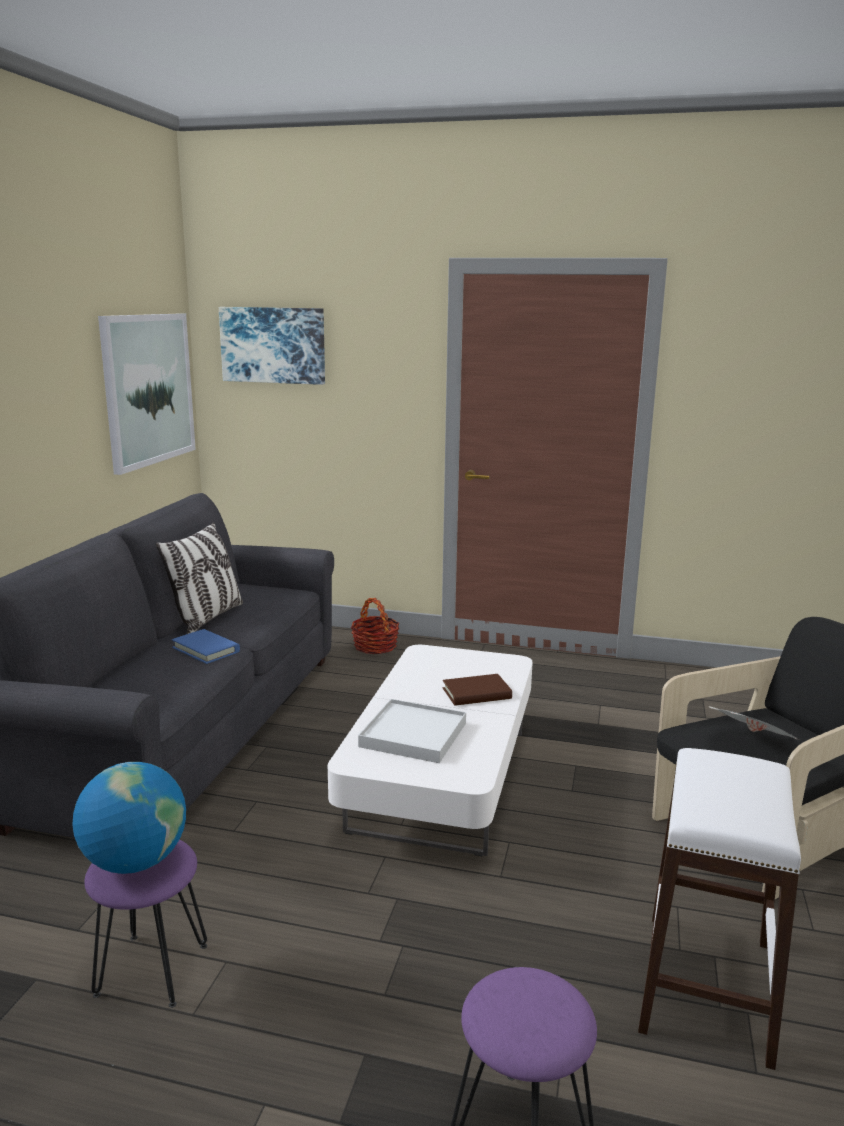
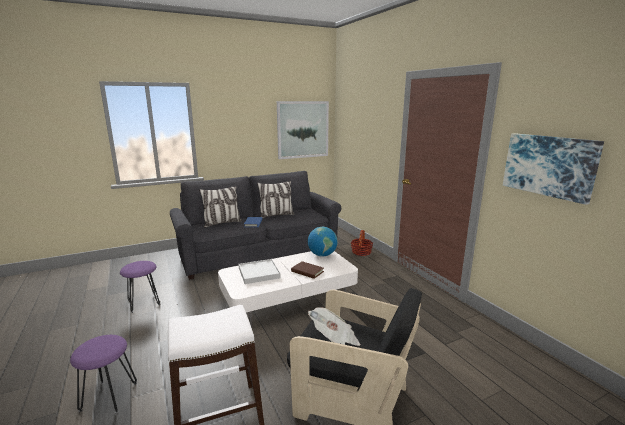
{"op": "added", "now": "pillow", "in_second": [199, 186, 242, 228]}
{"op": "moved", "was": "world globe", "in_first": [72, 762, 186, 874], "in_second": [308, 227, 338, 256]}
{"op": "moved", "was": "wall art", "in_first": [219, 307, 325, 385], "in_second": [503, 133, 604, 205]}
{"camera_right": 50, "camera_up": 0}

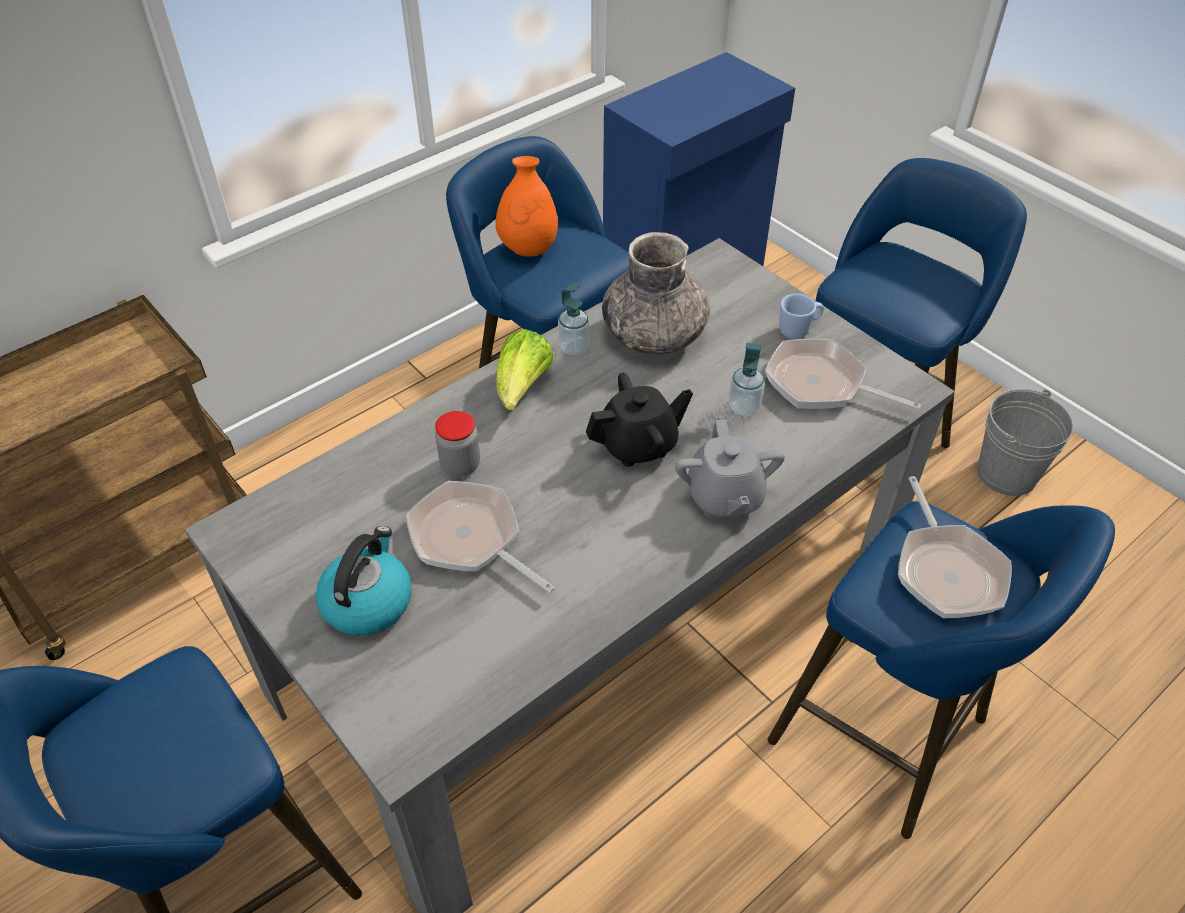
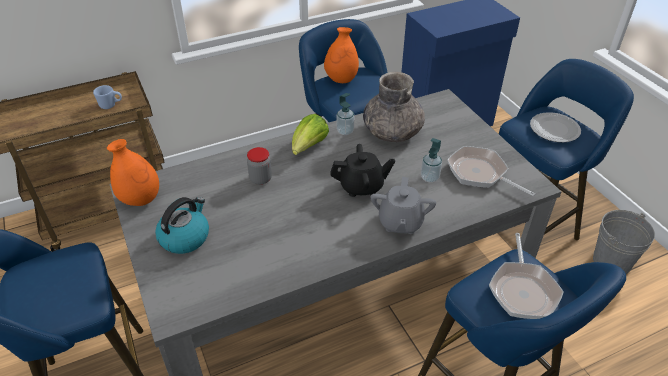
{"op": "removed", "was": "pan", "in_first": [406, 481, 555, 593]}
{"op": "added", "now": "decorative vase (orange-coloured)", "in_second": [107, 139, 159, 206]}
{"op": "added", "now": "plate", "in_second": [530, 112, 581, 142]}
{"op": "moved", "was": "coffee mug (bluish)", "in_first": [779, 294, 824, 339], "in_second": [93, 85, 122, 109]}
{"camera_right": 15, "camera_up": -5}

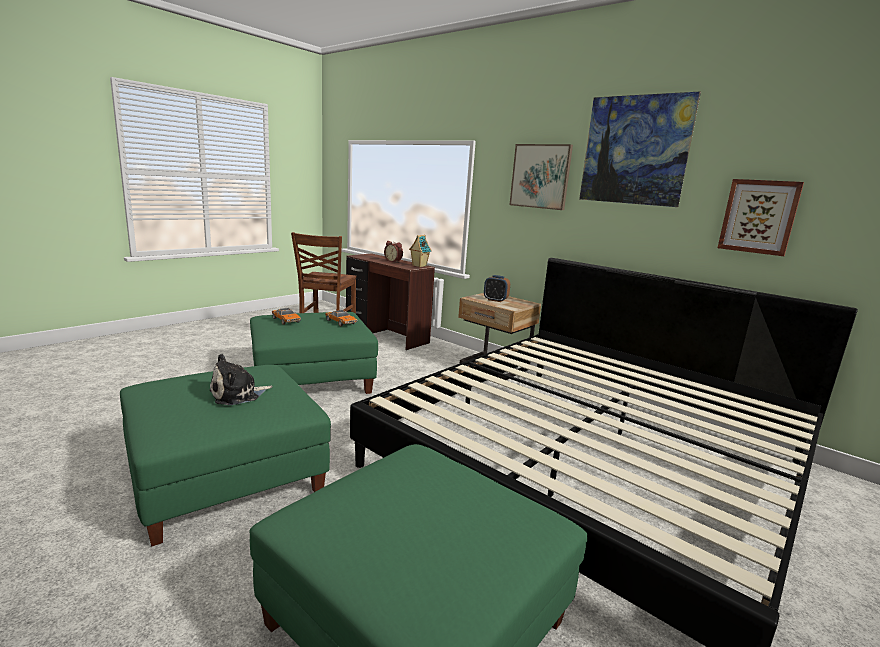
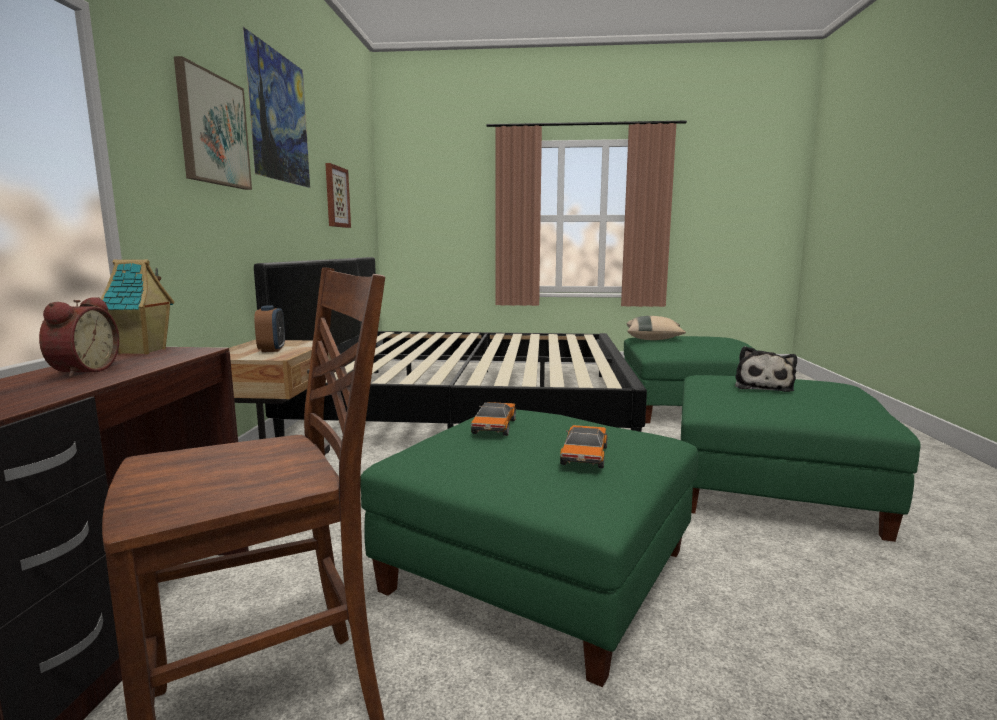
{"op": "added", "now": "pillow (beige-coloured)", "in_second": [626, 316, 686, 340]}
{"op": "turned", "was": "cuddly toy", "in_first": [209, 354, 273, 406], "in_second": [735, 346, 797, 392], "clockwise": 90}
{"camera_right": -125, "camera_up": -5}

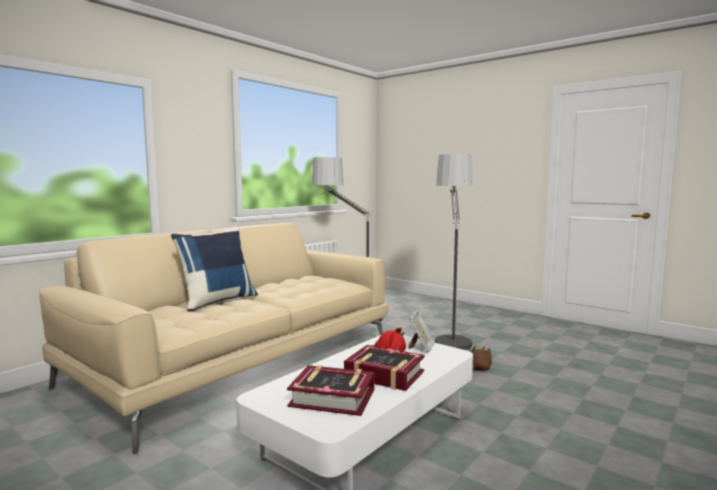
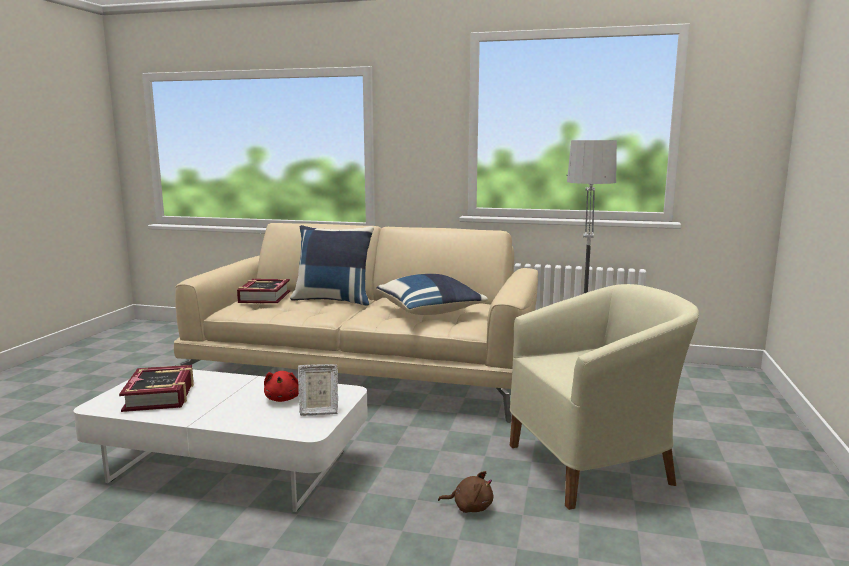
{"op": "added", "now": "pillow (bluish)", "in_second": [376, 274, 488, 315]}
{"op": "moved", "was": "bound book", "in_first": [344, 345, 425, 391], "in_second": [237, 279, 290, 303]}
{"op": "replaced", "was": "floor lamp", "now": "armchair (beige-coloured)", "in_first": [434, 154, 472, 350], "in_second": [510, 284, 699, 510]}
{"camera_right": 65, "camera_up": 5}

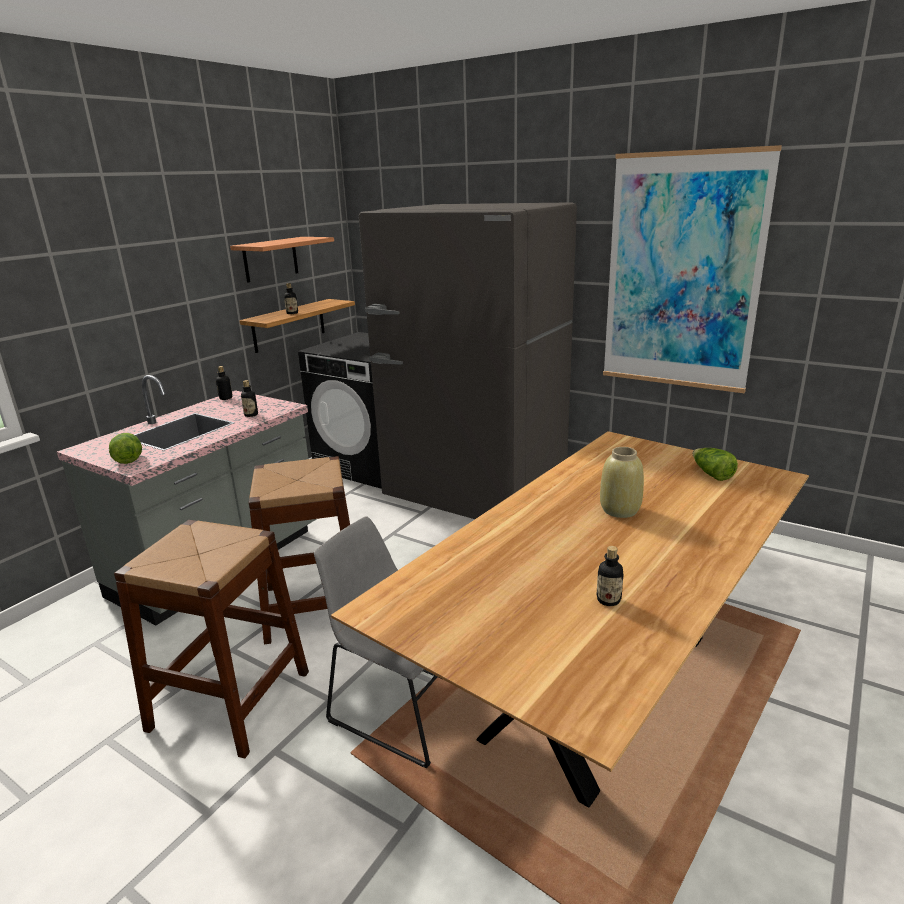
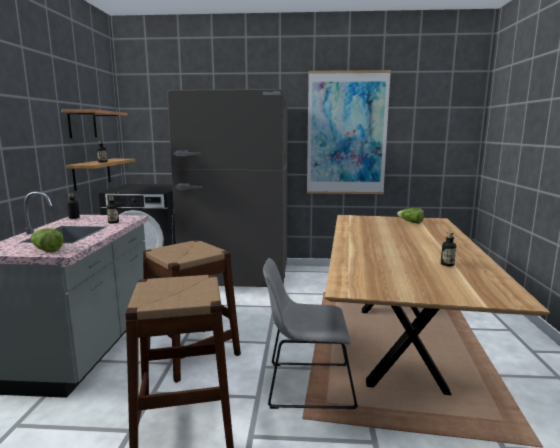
{"op": "removed", "was": "decorative vase (beige-coloured)", "in_first": [600, 447, 644, 518]}
{"camera_right": -30, "camera_up": -10}

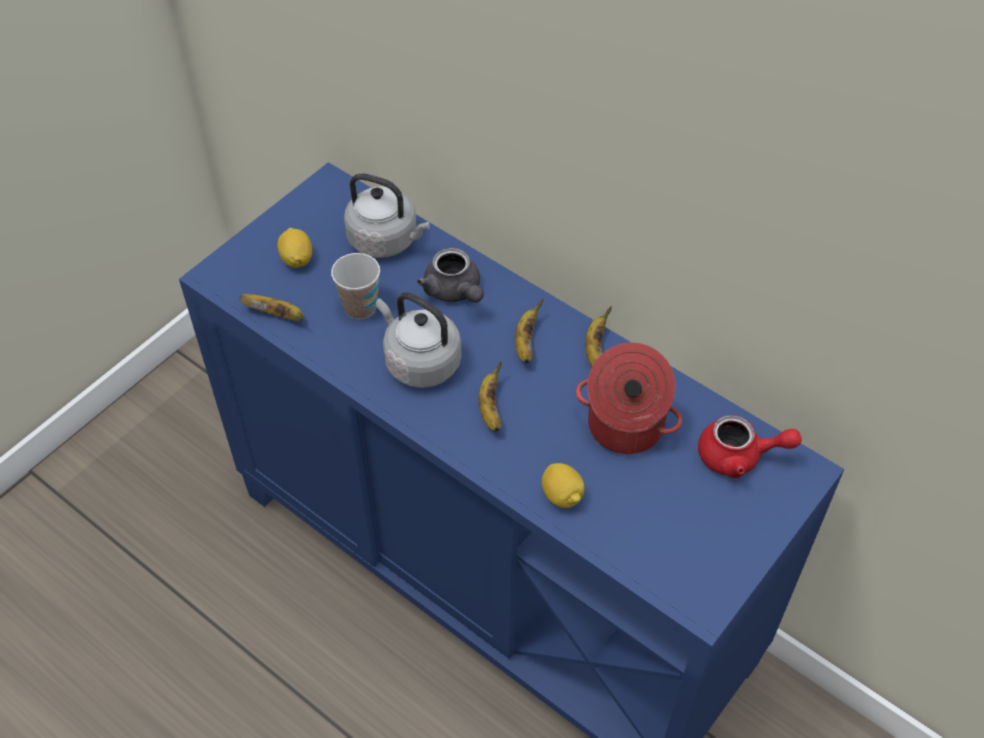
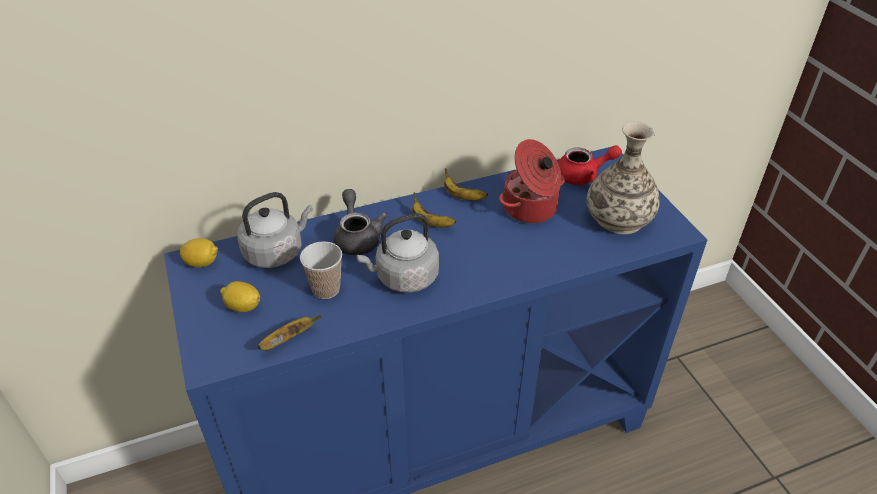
{"op": "removed", "was": "banana fruit", "in_first": [479, 361, 502, 431]}
{"op": "added", "now": "decorative vase", "in_second": [586, 121, 660, 234]}
{"op": "moved", "was": "lemon", "in_first": [542, 463, 585, 508], "in_second": [180, 238, 218, 267]}
{"op": "turned", "was": "teapot (greyish)", "in_first": [417, 248, 484, 303], "in_second": [334, 189, 388, 255], "clockwise": -105}
{"op": "turned", "was": "teapot (red)", "in_first": [698, 415, 802, 478], "in_second": [558, 145, 622, 185], "clockwise": 45}
{"camera_right": -60, "camera_up": -10}

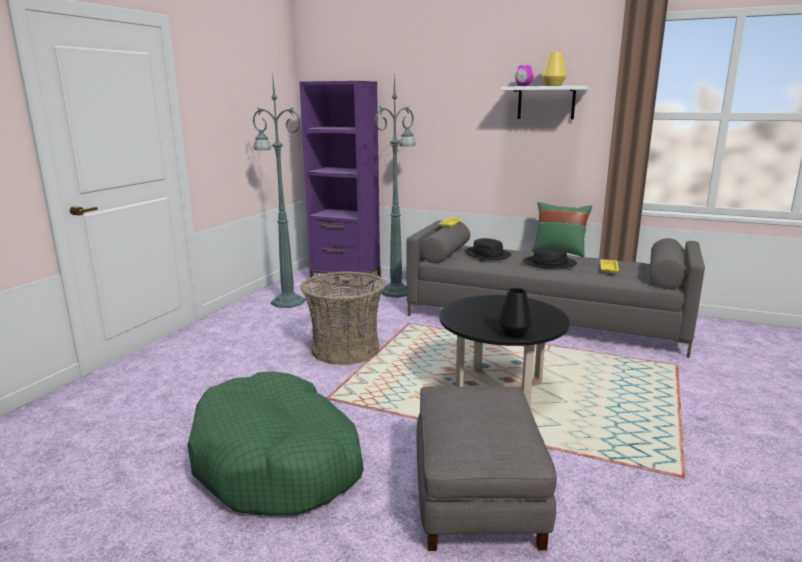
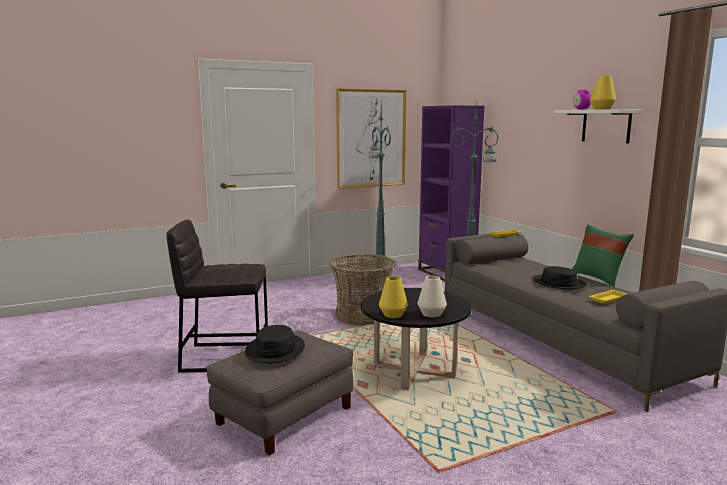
{"op": "added", "now": "wall art", "in_second": [336, 88, 407, 189]}
{"op": "added", "now": "decorative vase (white)", "in_second": [417, 276, 447, 318]}
{"op": "moved", "was": "clothing hat (black)", "in_first": [465, 238, 511, 260], "in_second": [245, 325, 305, 363]}
{"op": "replaced", "was": "pet bed (green)", "now": "stool (greyish)", "in_first": [188, 371, 364, 515], "in_second": [166, 220, 268, 373]}
{"op": "recoloured", "was": "decorative vase (black)", "now": "decorative vase (yellow)", "in_first": [498, 288, 533, 338], "in_second": [379, 276, 408, 318]}
{"camera_right": 40, "camera_up": -5}

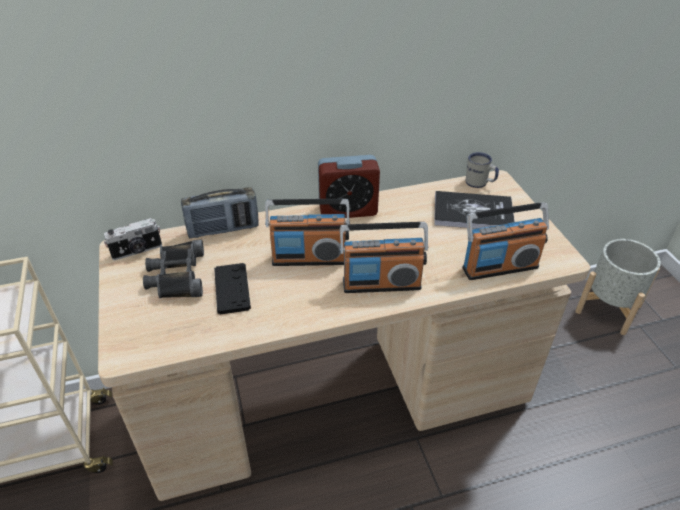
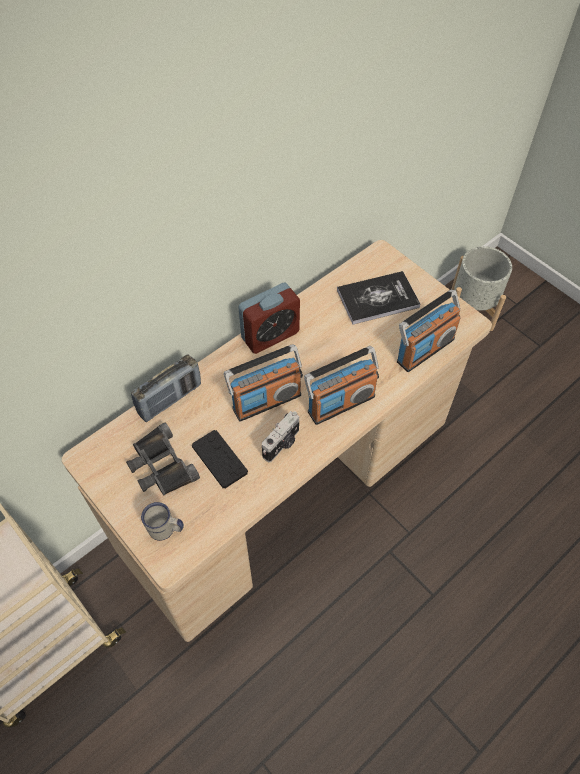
{"op": "moved", "was": "photo camera", "in_first": [104, 218, 162, 260], "in_second": [262, 411, 299, 462]}
{"op": "moved", "was": "coffee mug (white)", "in_first": [466, 152, 499, 188], "in_second": [141, 502, 184, 541]}
{"camera_right": -25, "camera_up": 15}

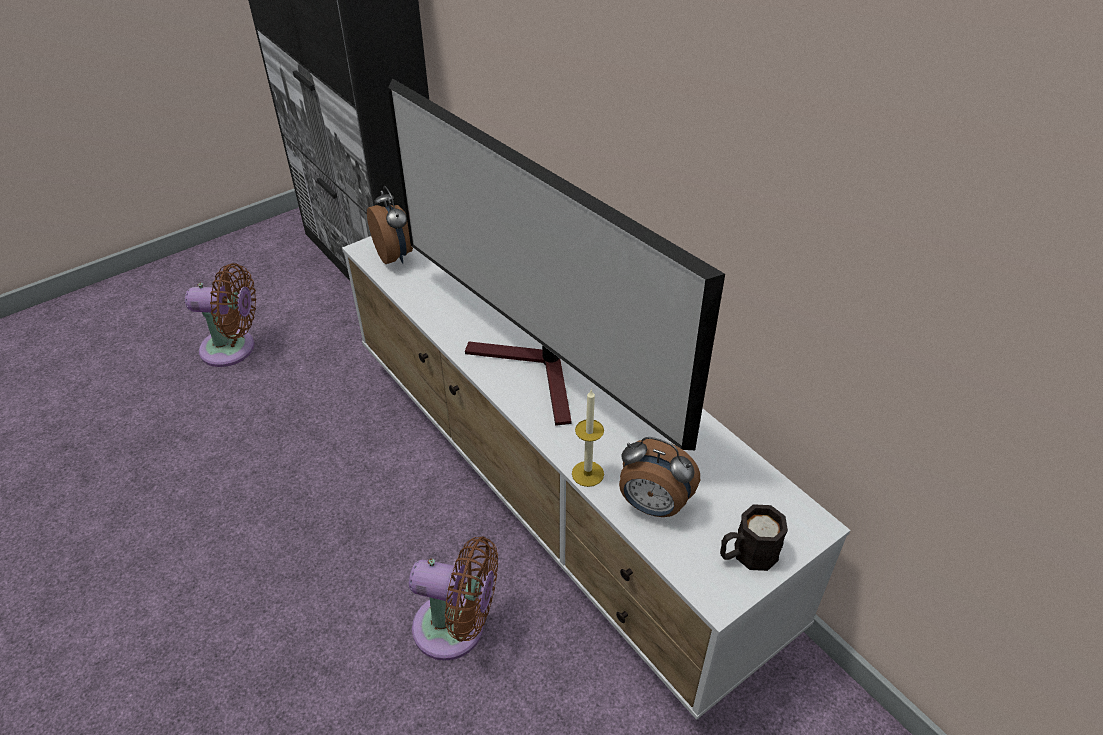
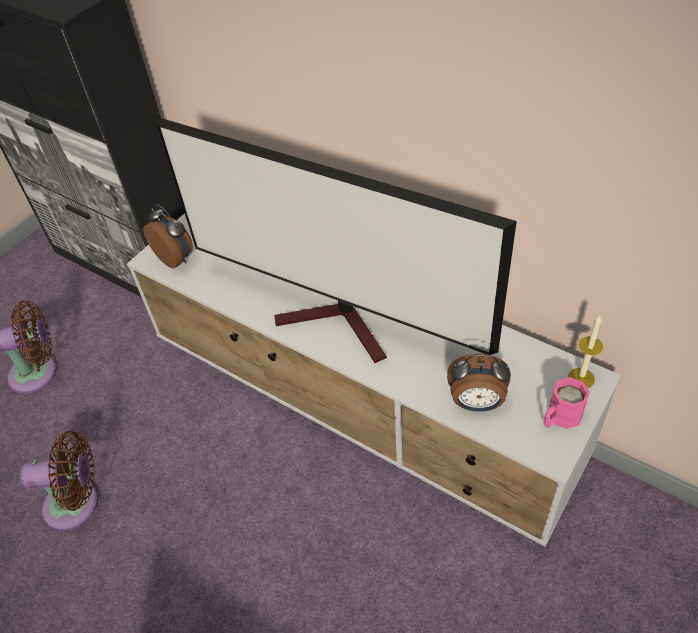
{"op": "moved", "was": "cooling fan (brown)", "in_first": [409, 536, 498, 660], "in_second": [20, 431, 98, 530]}
{"op": "moved", "was": "candle", "in_first": [572, 390, 604, 487], "in_second": [568, 315, 603, 389]}
{"op": "recoloured", "was": "coffee mug (black)", "now": "coffee mug (pink)", "in_first": [720, 504, 788, 571], "in_second": [544, 377, 590, 429]}
{"camera_right": -15, "camera_up": 5}

